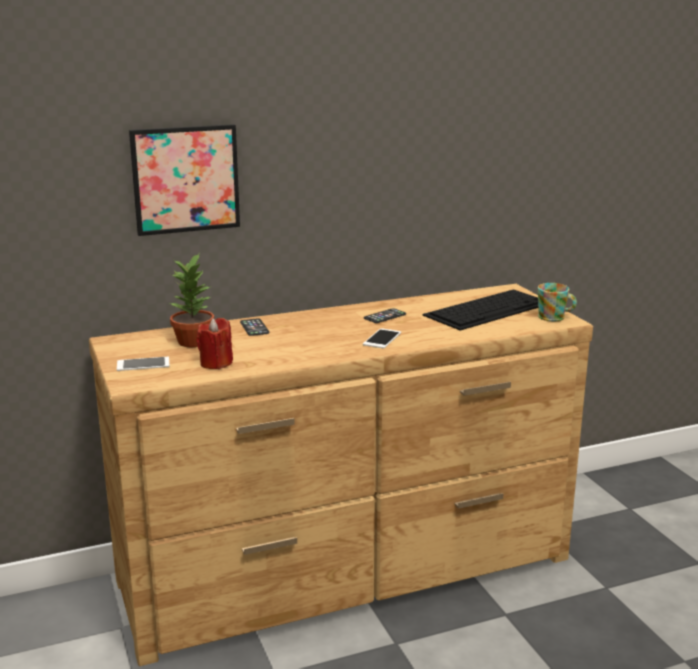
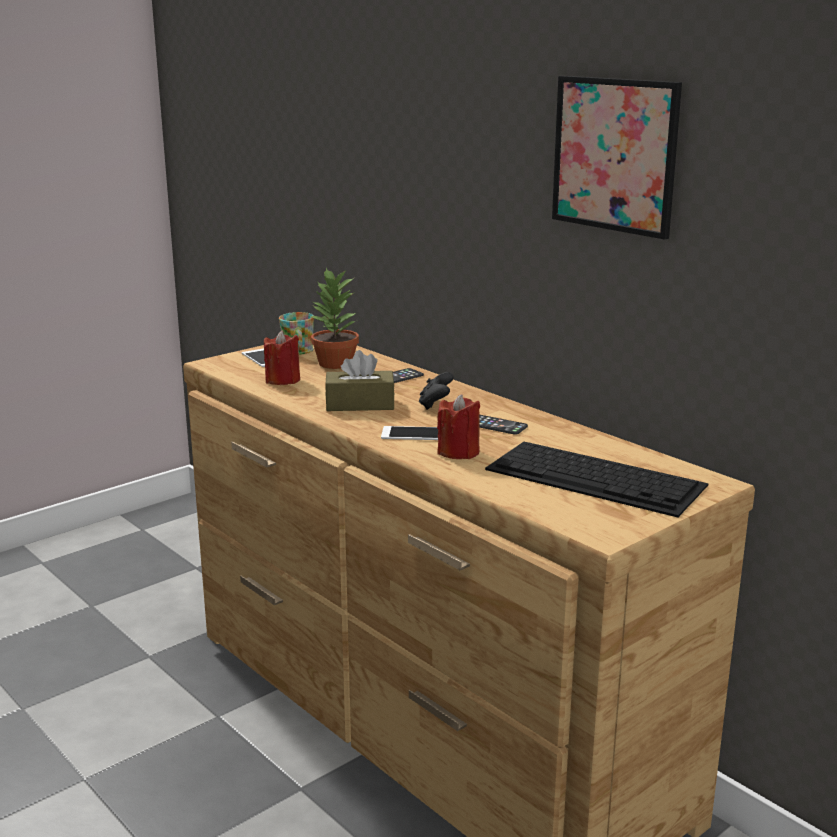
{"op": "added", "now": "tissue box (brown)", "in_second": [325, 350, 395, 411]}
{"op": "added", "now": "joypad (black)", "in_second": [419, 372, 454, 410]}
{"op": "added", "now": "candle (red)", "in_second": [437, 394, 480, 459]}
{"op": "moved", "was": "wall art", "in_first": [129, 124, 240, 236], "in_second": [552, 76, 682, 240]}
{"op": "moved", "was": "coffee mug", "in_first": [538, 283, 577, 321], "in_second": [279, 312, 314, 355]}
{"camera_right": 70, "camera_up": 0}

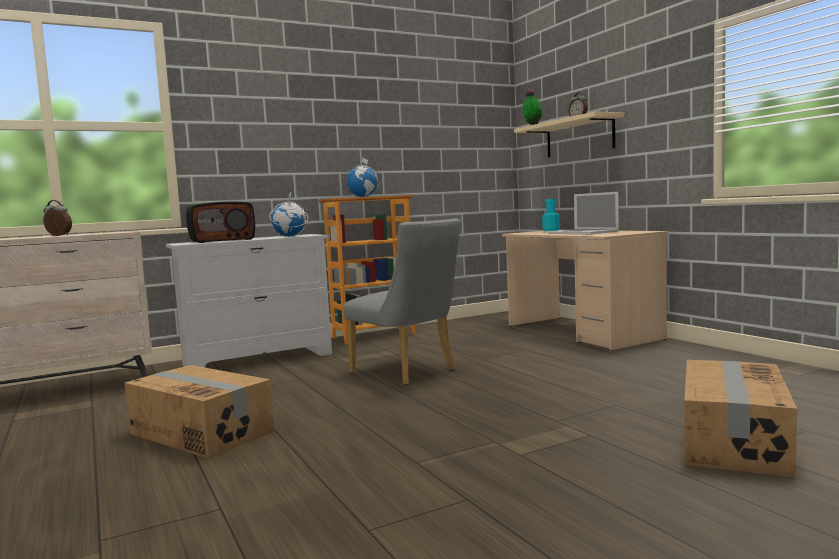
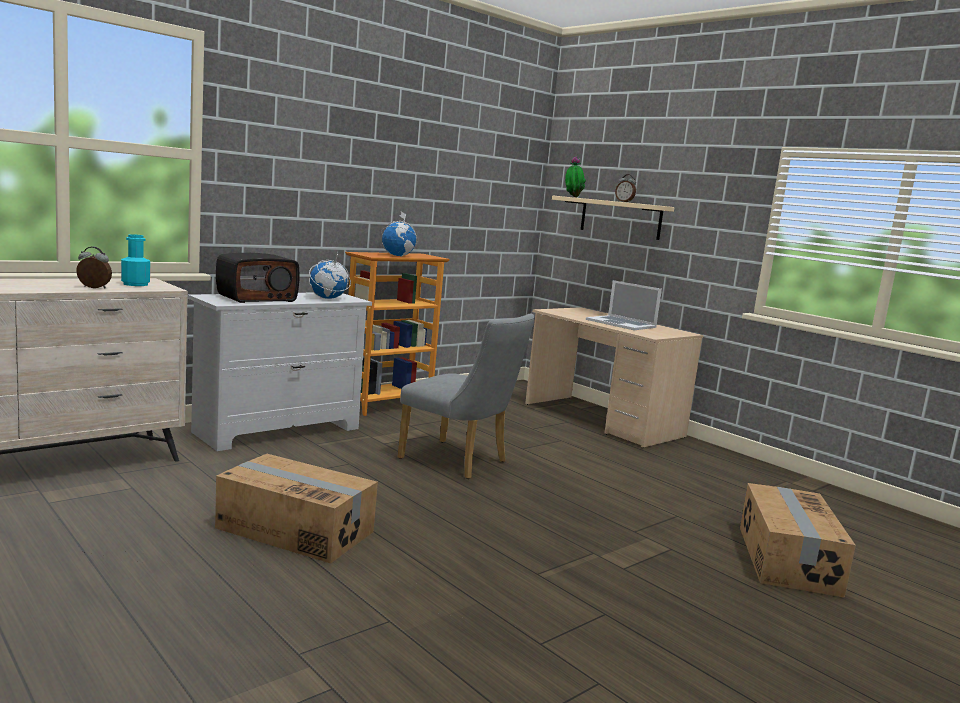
{"op": "moved", "was": "beverage bottle (turquoise-coloured)", "in_first": [542, 199, 560, 231], "in_second": [121, 234, 150, 286]}
{"camera_right": -15, "camera_up": 5}

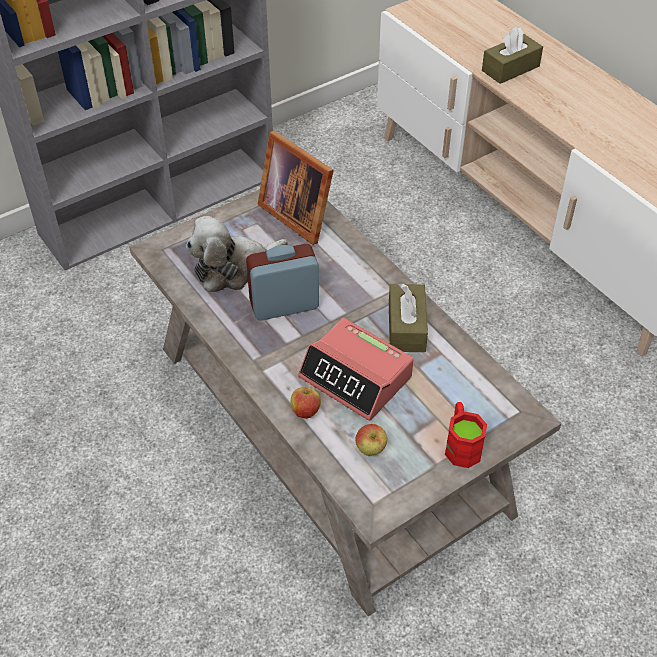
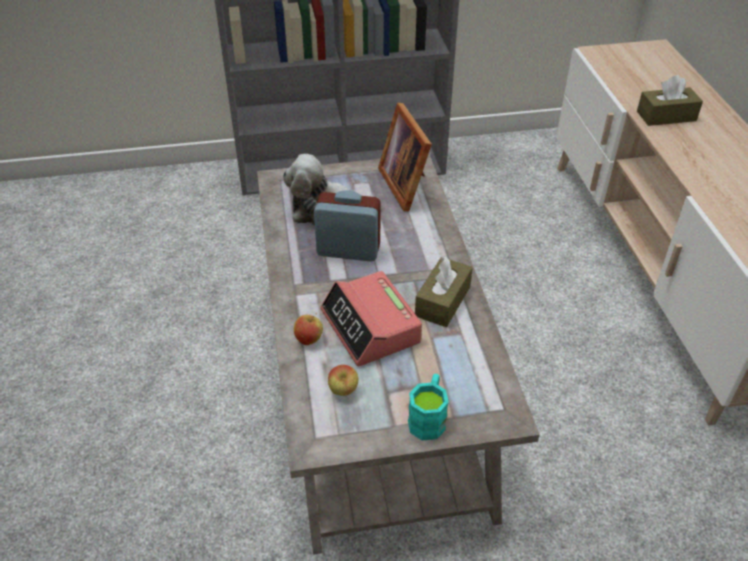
{"op": "recoloured", "was": "coffee mug (red)", "now": "coffee mug (turquoise-coloured)", "in_first": [445, 402, 487, 468], "in_second": [408, 374, 449, 440]}
{"camera_right": 25, "camera_up": -5}

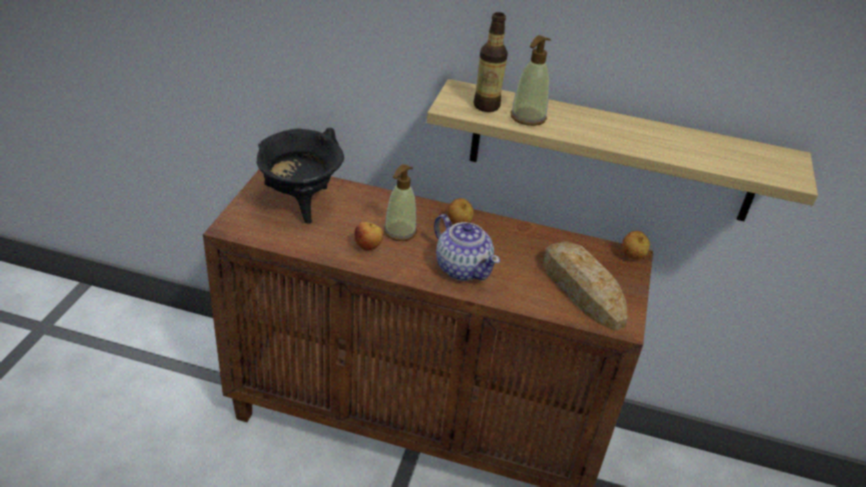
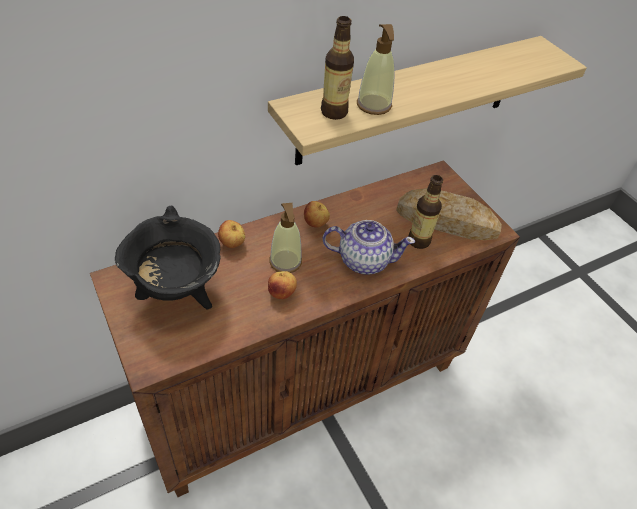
{"op": "added", "now": "beverage bottle", "in_second": [408, 175, 443, 249]}
{"op": "moved", "was": "apple", "in_first": [622, 231, 650, 260], "in_second": [218, 220, 245, 248]}
{"camera_right": -45, "camera_up": 10}

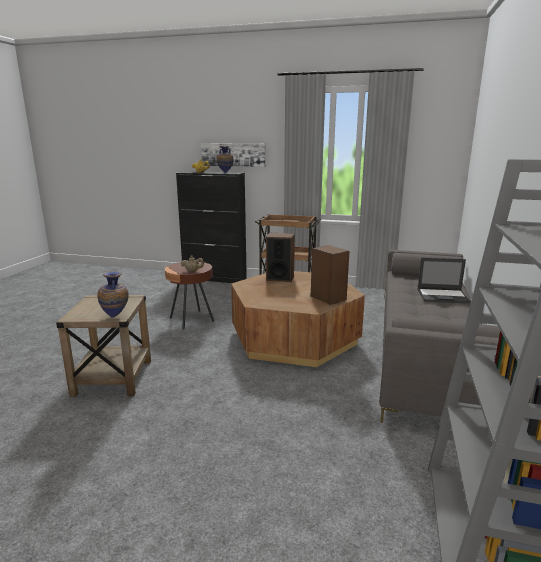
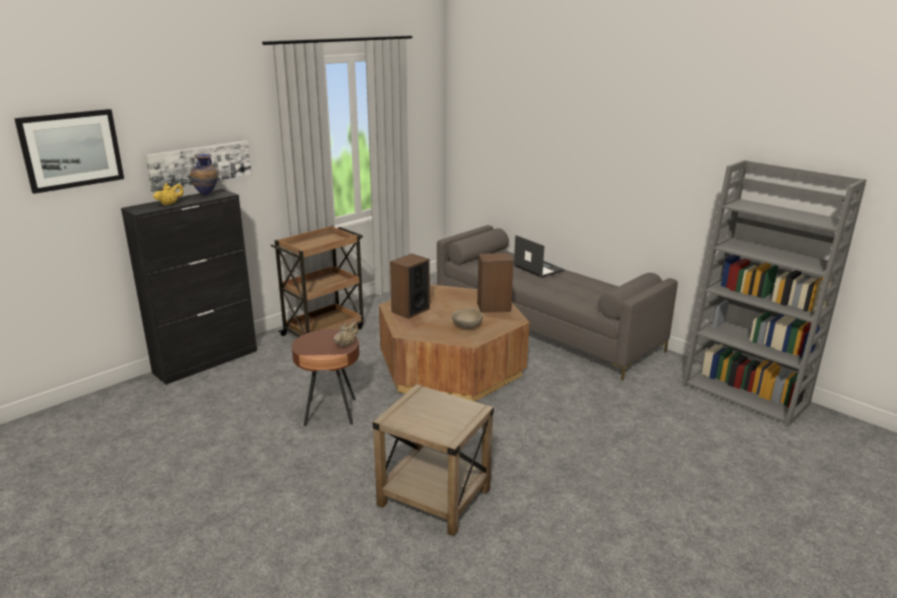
{"op": "removed", "was": "decorative vase", "in_first": [97, 271, 129, 318]}
{"op": "added", "now": "wall art", "in_second": [14, 109, 124, 194]}
{"op": "added", "now": "bowl (beige-coloured)", "in_second": [452, 308, 483, 329]}
{"op": "turned", "was": "laptop", "in_first": [418, 258, 471, 304], "in_second": [514, 235, 565, 278], "clockwise": -75}
{"camera_right": -60, "camera_up": 5}

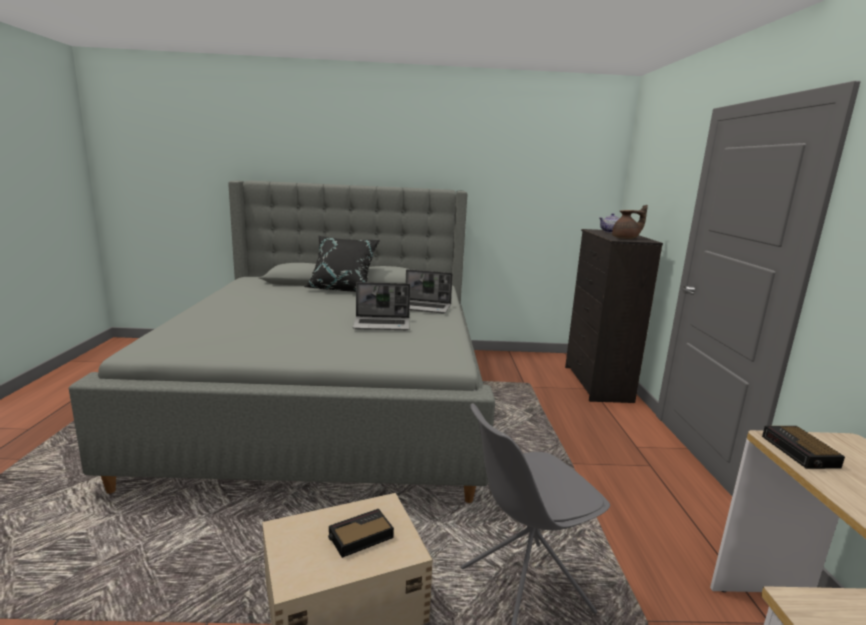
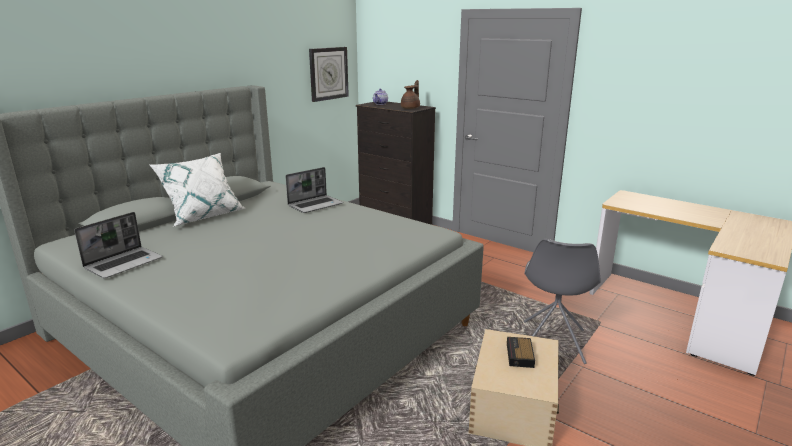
{"op": "removed", "was": "alarm clock", "in_first": [762, 426, 845, 469]}
{"op": "added", "now": "clock on the wall", "in_second": [309, 47, 349, 102]}
{"op": "moved", "was": "laptop", "in_first": [353, 282, 410, 330], "in_second": [74, 212, 163, 278]}
{"op": "recoloured", "was": "pillow (black)", "now": "pillow (white)", "in_first": [304, 235, 380, 292], "in_second": [149, 153, 245, 227]}
{"camera_right": -50, "camera_up": 5}

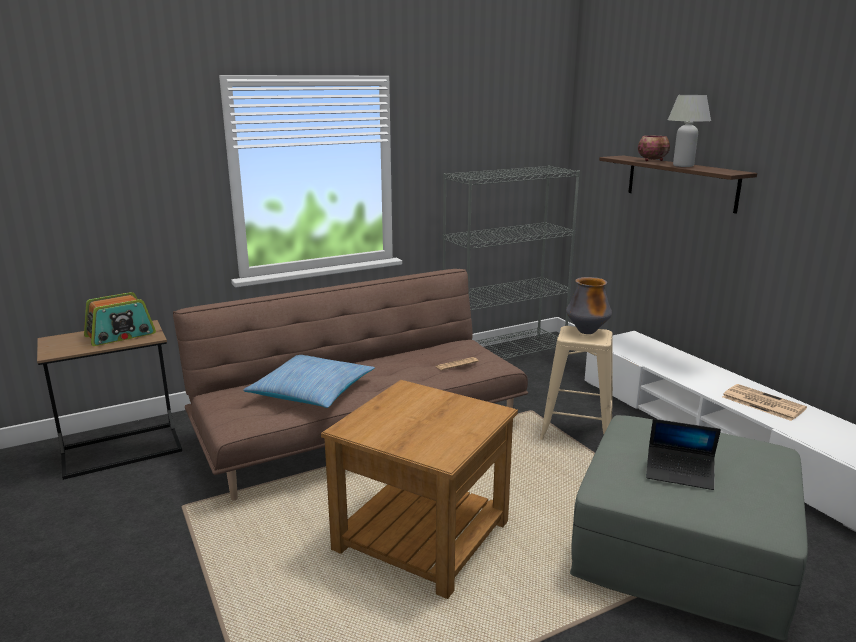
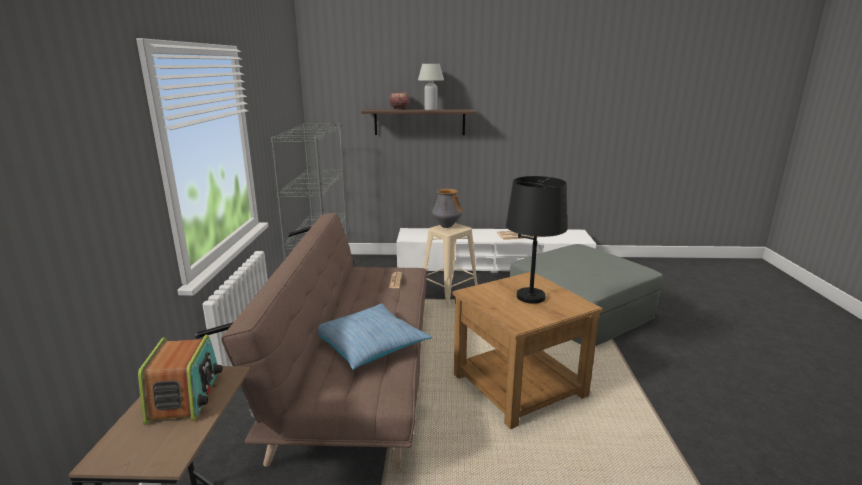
{"op": "removed", "was": "laptop", "in_first": [646, 419, 721, 490]}
{"op": "added", "now": "tabletop lamp (black)", "in_second": [506, 176, 567, 304]}
{"camera_right": -60, "camera_up": 0}

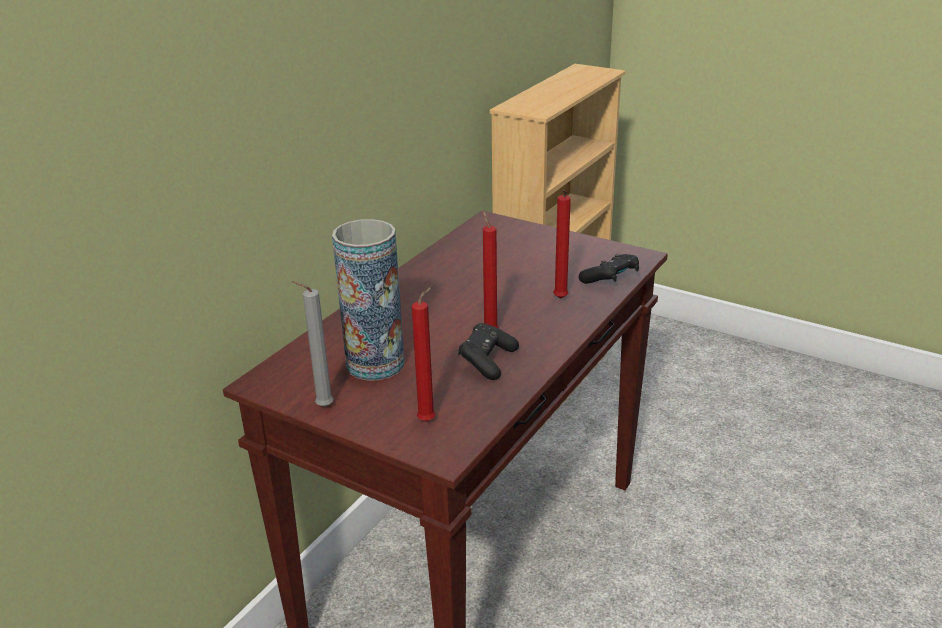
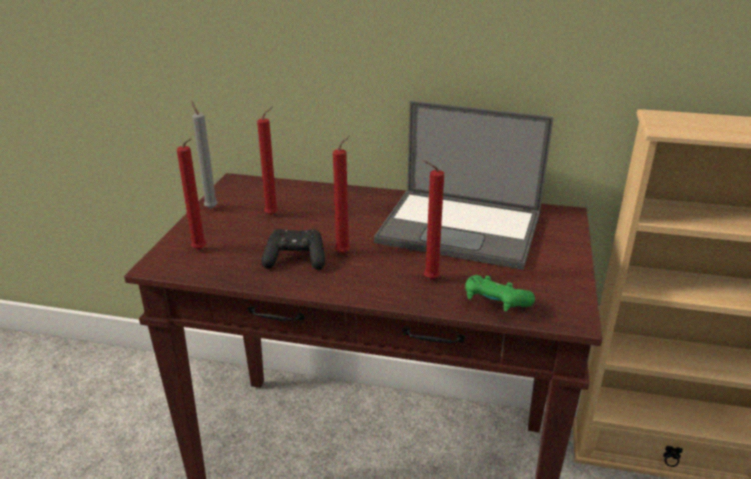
{"op": "added", "now": "laptop", "in_second": [374, 101, 554, 270]}
{"op": "replaced", "was": "decorative vase", "now": "candle (red)", "in_first": [332, 219, 404, 381], "in_second": [257, 106, 278, 215]}
{"op": "recoloured", "was": "joypad (black)", "now": "joypad (green)", "in_first": [579, 254, 639, 284], "in_second": [465, 275, 535, 311]}
{"camera_right": 70, "camera_up": 0}

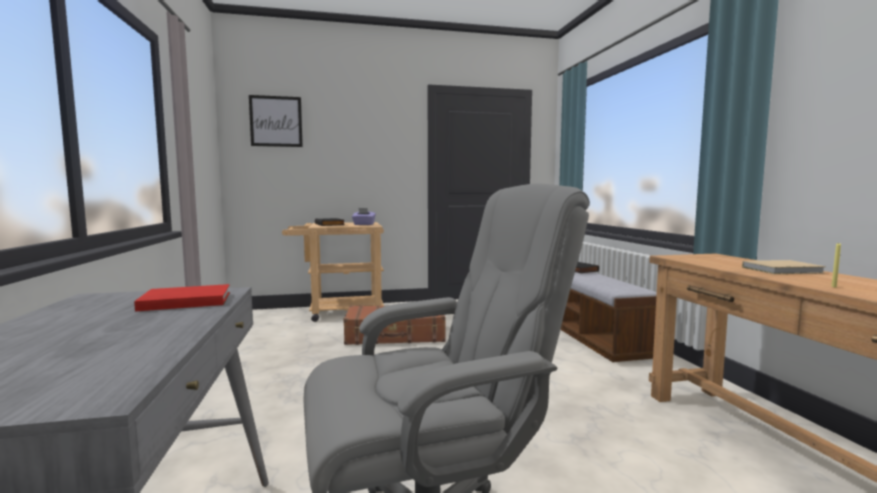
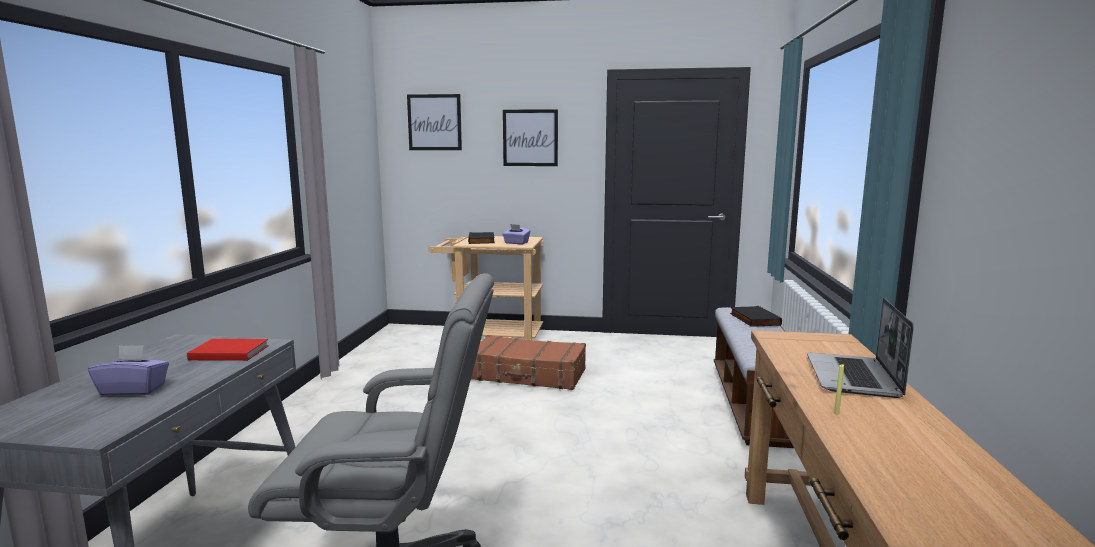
{"op": "added", "now": "tissue box (purple)", "in_second": [88, 345, 169, 396]}
{"op": "added", "now": "wall art", "in_second": [503, 109, 558, 166]}
{"op": "replaced", "was": "bound book (beige-coloured)", "now": "laptop", "in_first": [742, 260, 826, 274], "in_second": [807, 298, 914, 398]}
{"camera_right": 20, "camera_up": 5}

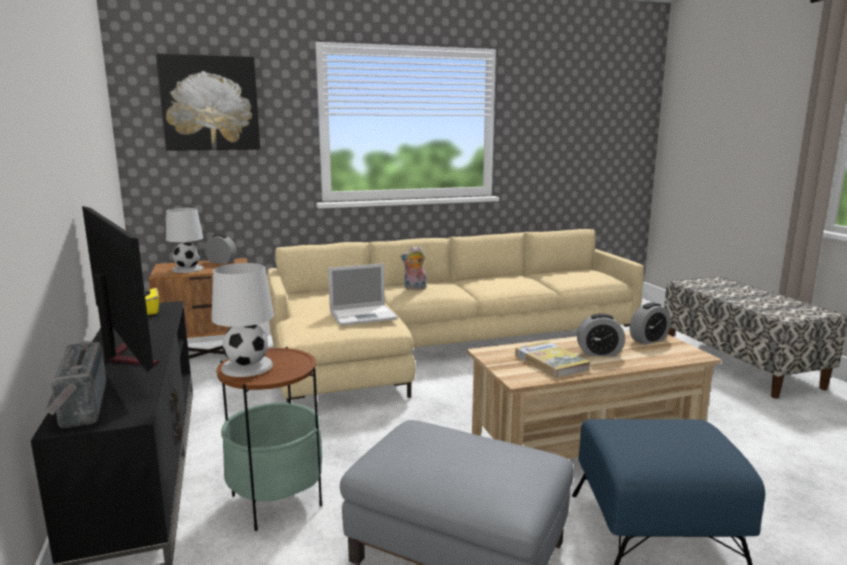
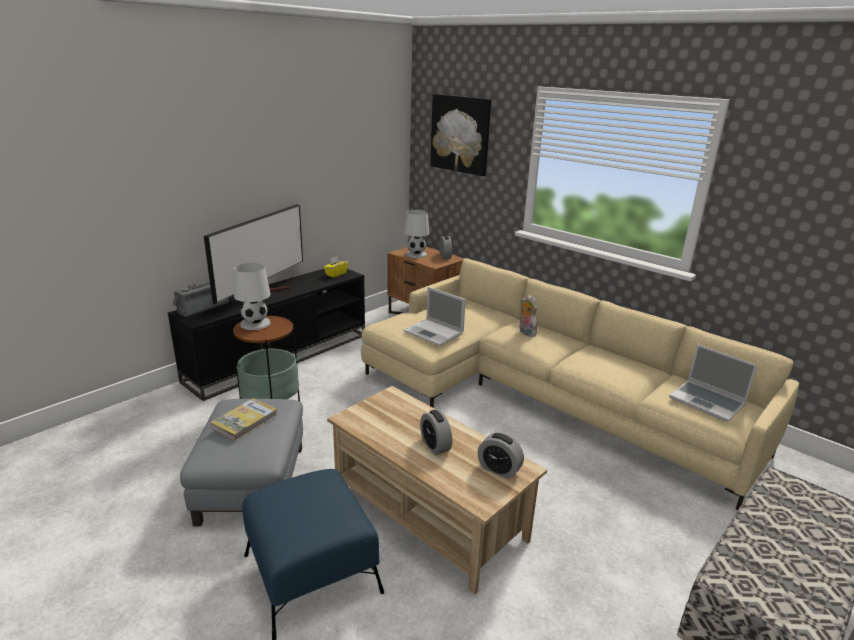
{"op": "added", "now": "laptop", "in_second": [669, 344, 757, 422]}
{"op": "moved", "was": "bound book", "in_first": [515, 341, 590, 378], "in_second": [211, 398, 277, 441]}
{"camera_right": 60, "camera_up": 10}

